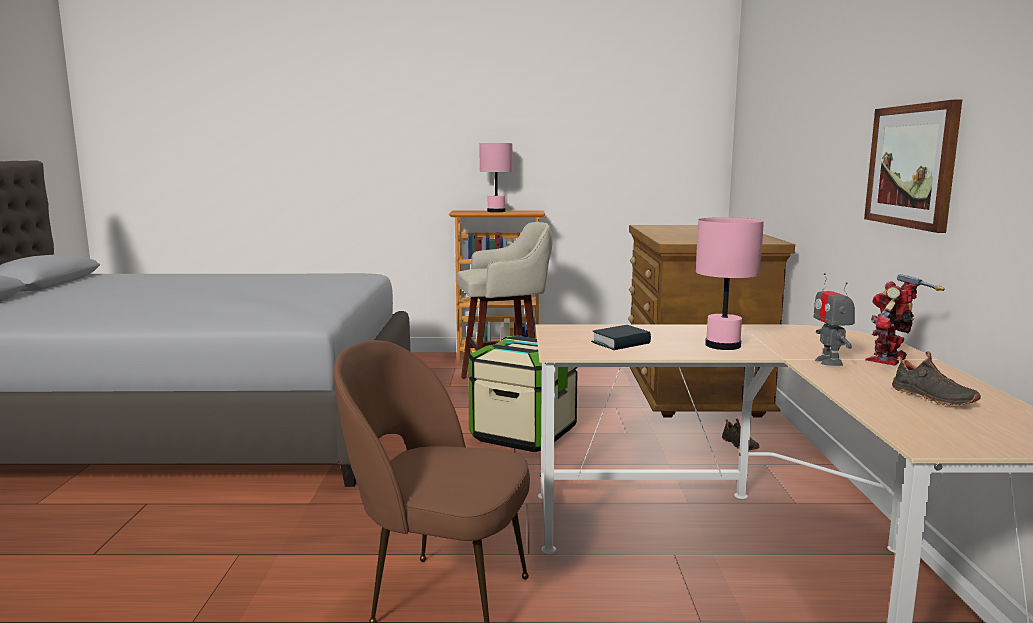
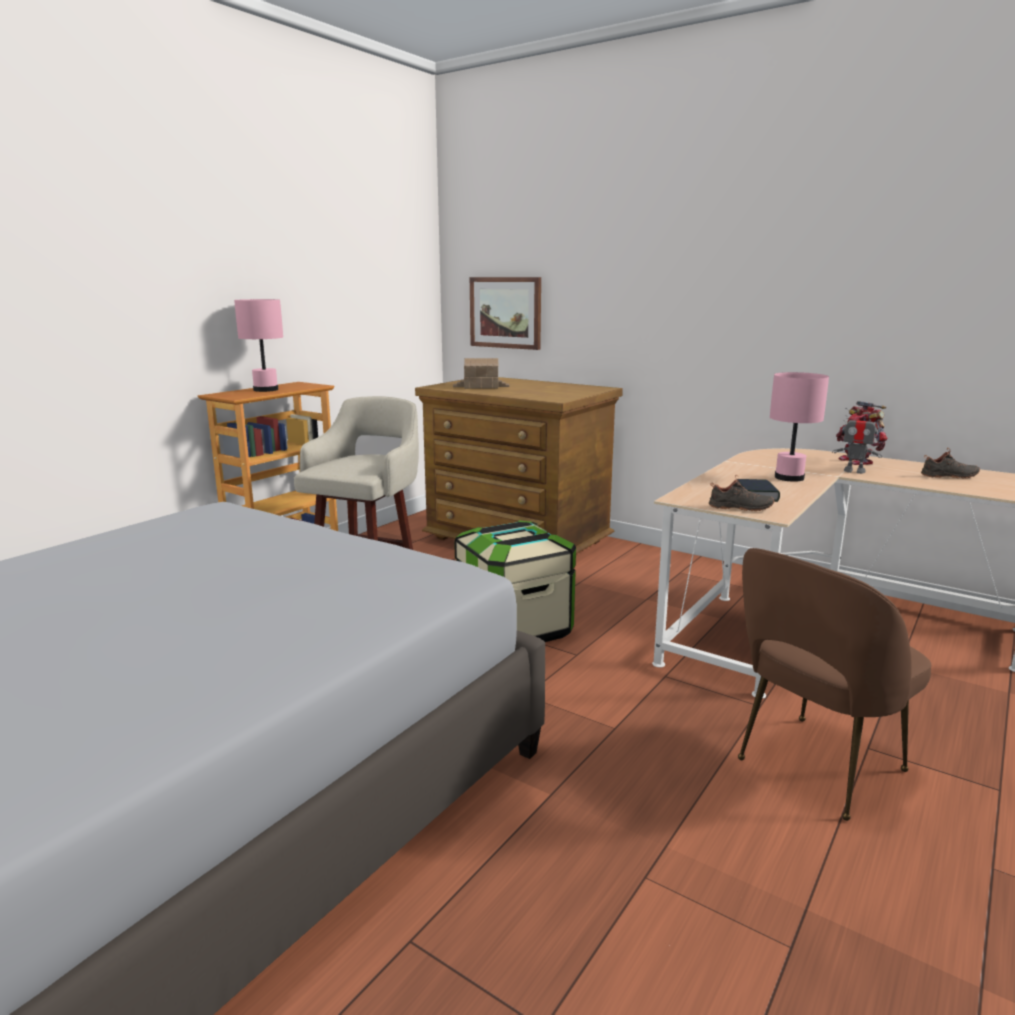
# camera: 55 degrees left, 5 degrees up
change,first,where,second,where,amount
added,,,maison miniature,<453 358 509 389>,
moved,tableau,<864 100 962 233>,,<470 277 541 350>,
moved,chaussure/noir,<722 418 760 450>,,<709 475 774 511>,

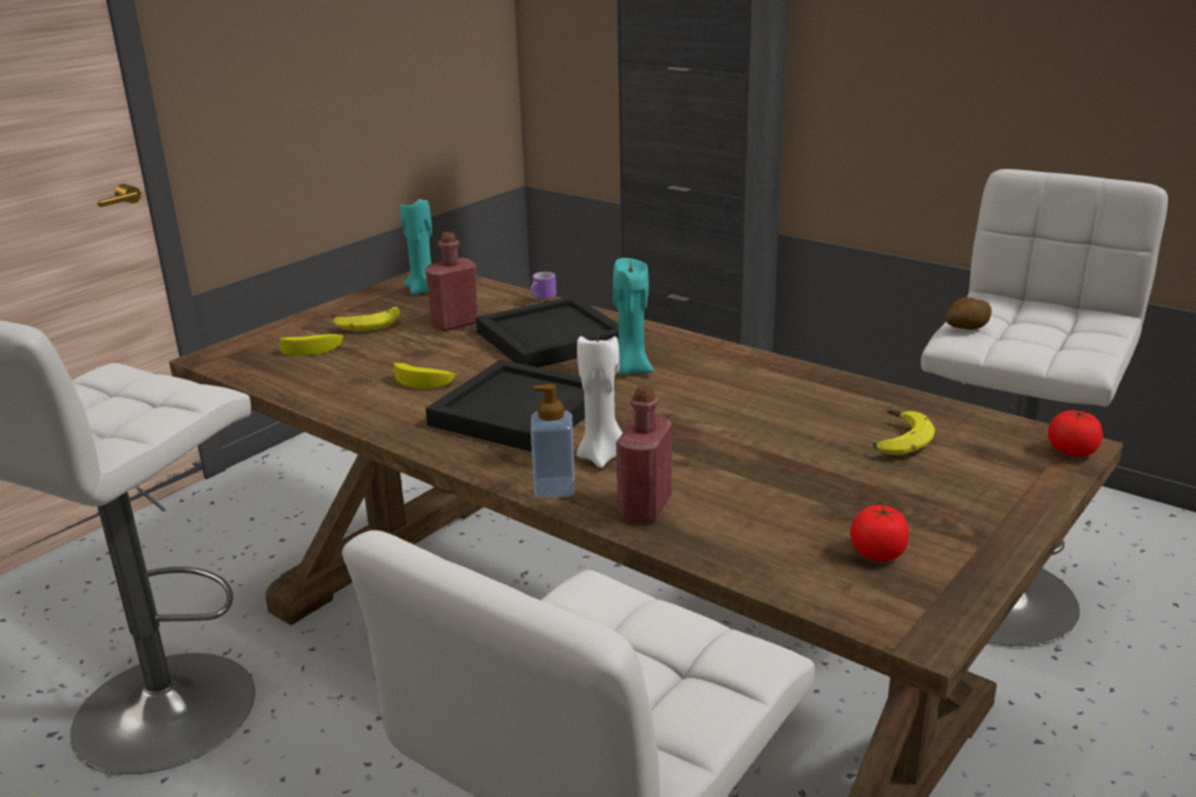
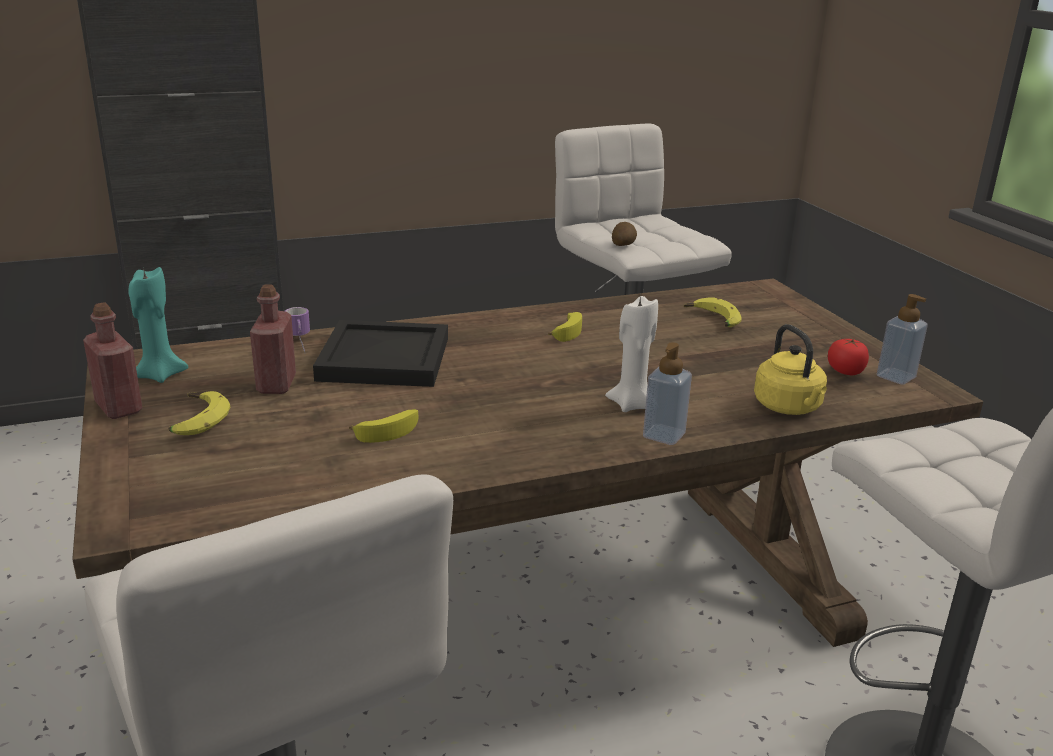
# camera: 60 degrees left, 0 degrees up
change,first,where,second,where,amount
moved,bouteille/rouge,<616 384 672 523>,,<83 302 142 419>,
moved,banane,<279 334 344 356>,,<548 312 582 342>,
added,,,bouilloire/jaune,<754 324 827 415>,
added,,,distributeur de savon,<877 294 928 385>,
removed,plateau/noir,<426 360 585 452>,,,
removed,bougie/turquoise,<613 258 654 375>,,,
removed,tomate,<1048 409 1103 457>,,,

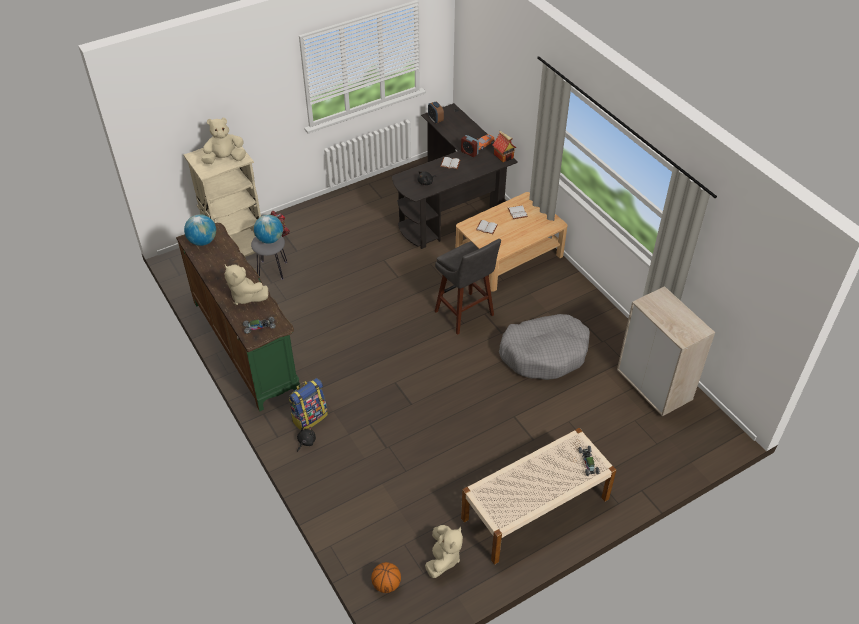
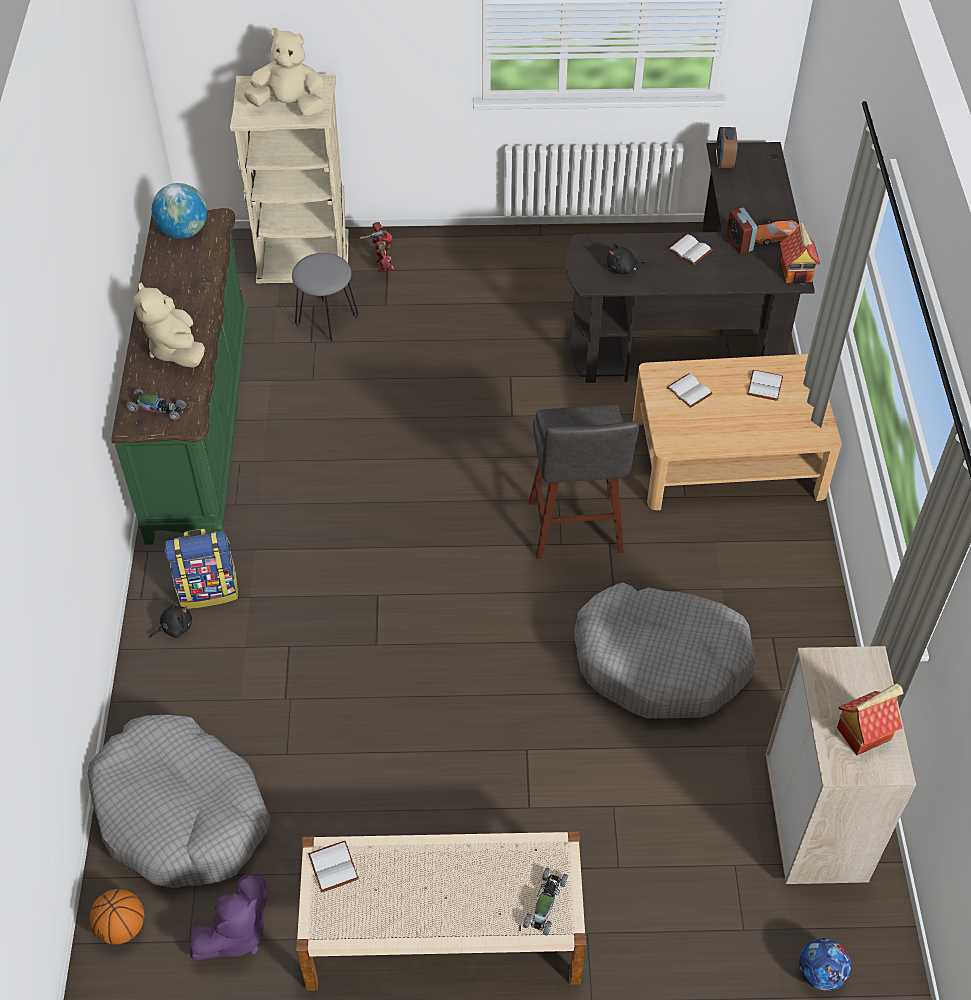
# camera: 30 degrees right, 5 degrees up
change,first,where,second,where,amount
added,,,panier pour chien/gris,<87 715 270 888>,
recoloured,peluche/beige,<425 525 463 578>,peluche/violet,<190 874 267 960>,
added,,,livre/blanc,<308 841 359 893>,
added,,,ballon de foot,<799 938 851 991>,
added,,,maison miniature,<837 683 903 755>,
removed,globe,<254 215 283 244>,,,

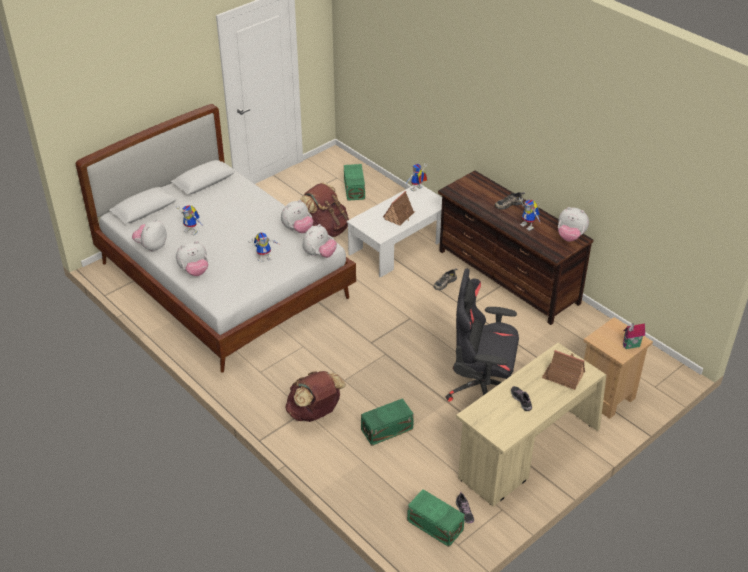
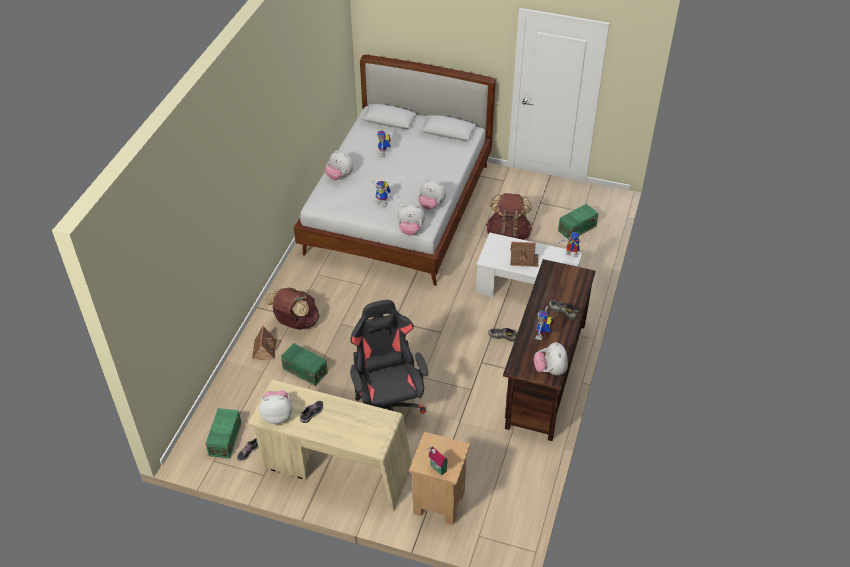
# camera: 60 degrees right, 5 degrees up
change,first,where,second,where,amount
moved,maison miniature,<542 350 585 390>,,<252 325 277 360>,
moved,peluche,<132 219 167 252>,,<259 390 292 424>,

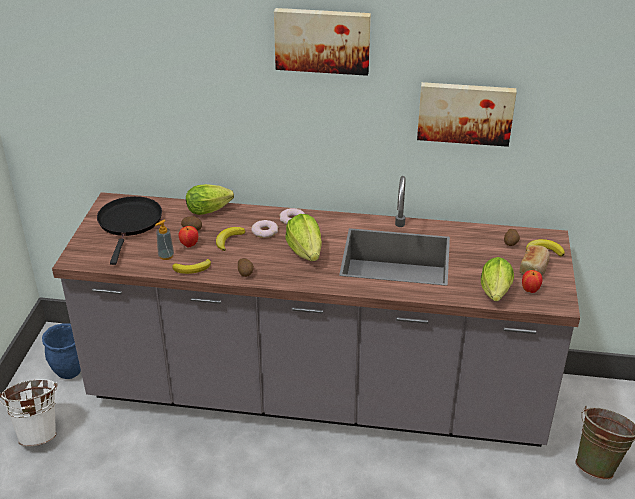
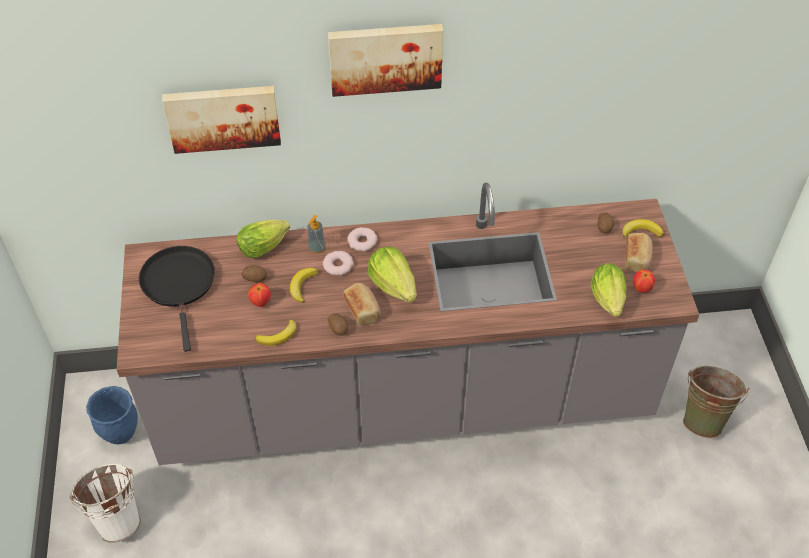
# camera: 15 degrees left, 15 degrees up
change,first,where,second,where,amount
moved,tableau,<417 82 517 147>,,<162 86 281 154>,
moved,distributeur de savon,<155 220 174 260>,,<308 215 326 253>,
added,,,pain,<343 283 381 325>,

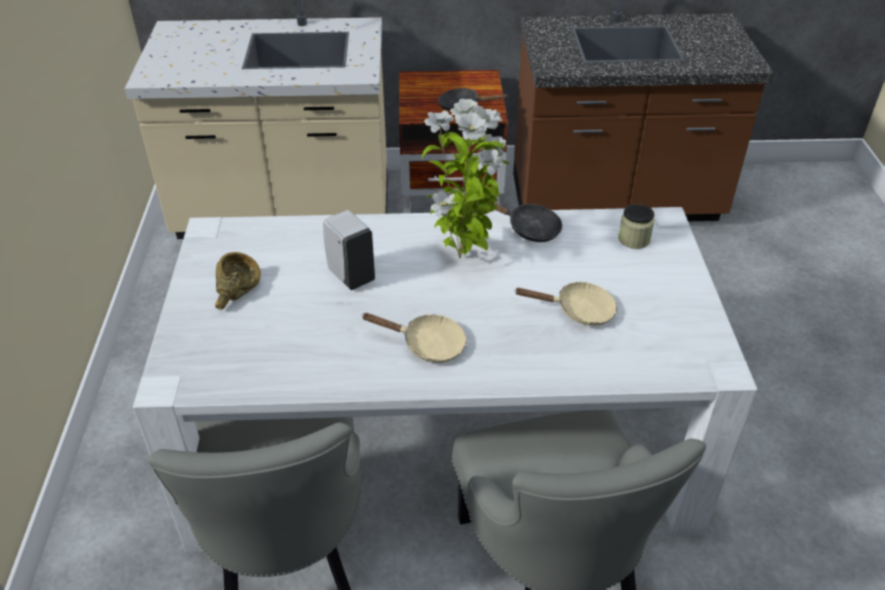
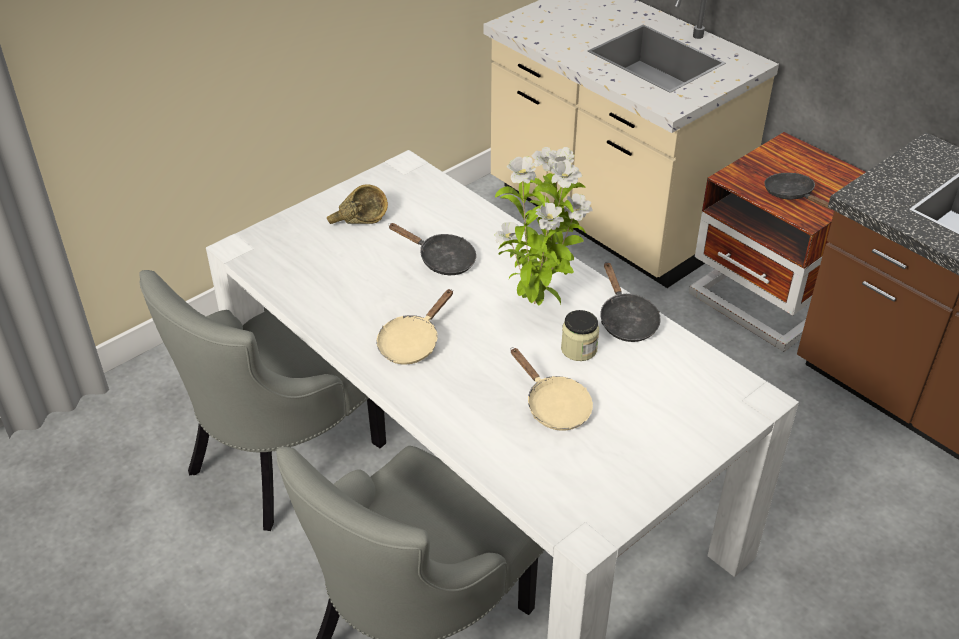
# camera: 50 degrees right, 0 degrees up
change,first,where,second,where,amount
turned,poêle/beige,<361 313 466 363>,,<377 289 453 365>,60 degrees clockwise
replaced,distributeur de savon/blanc,<323 210 375 290>,poêle/noir,<388 223 476 275>,
moved,bocal,<618 204 654 249>,,<561 310 599 361>,

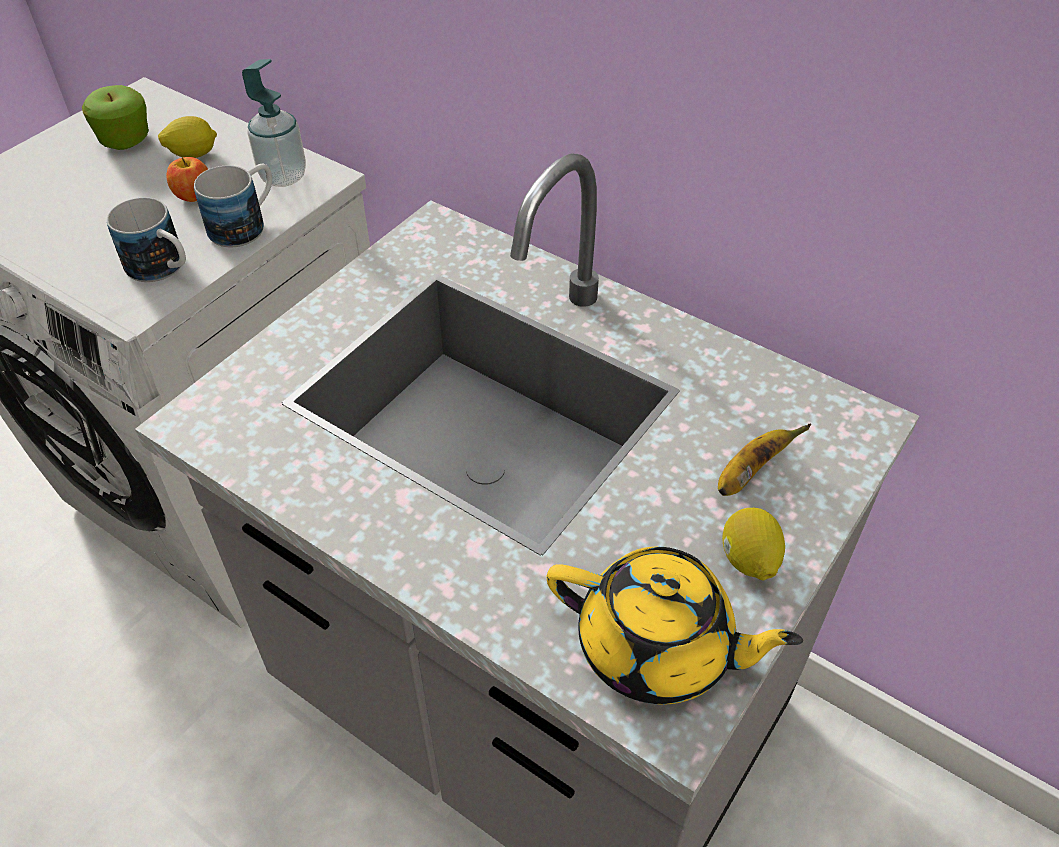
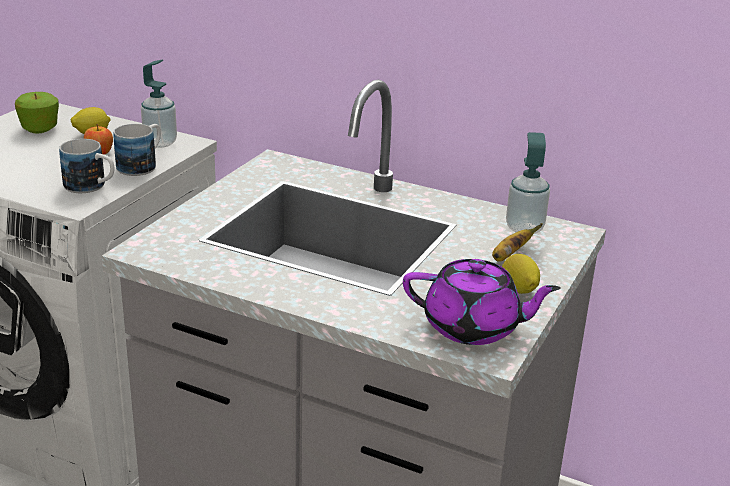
# camera: 10 degrees left, 20 degrees down
change,first,where,second,where,amount
recoloured,théière/jaune,<547 547 803 705>,théière/violet,<403 259 561 345>,
added,,,distributeur de savon,<506 132 550 234>,

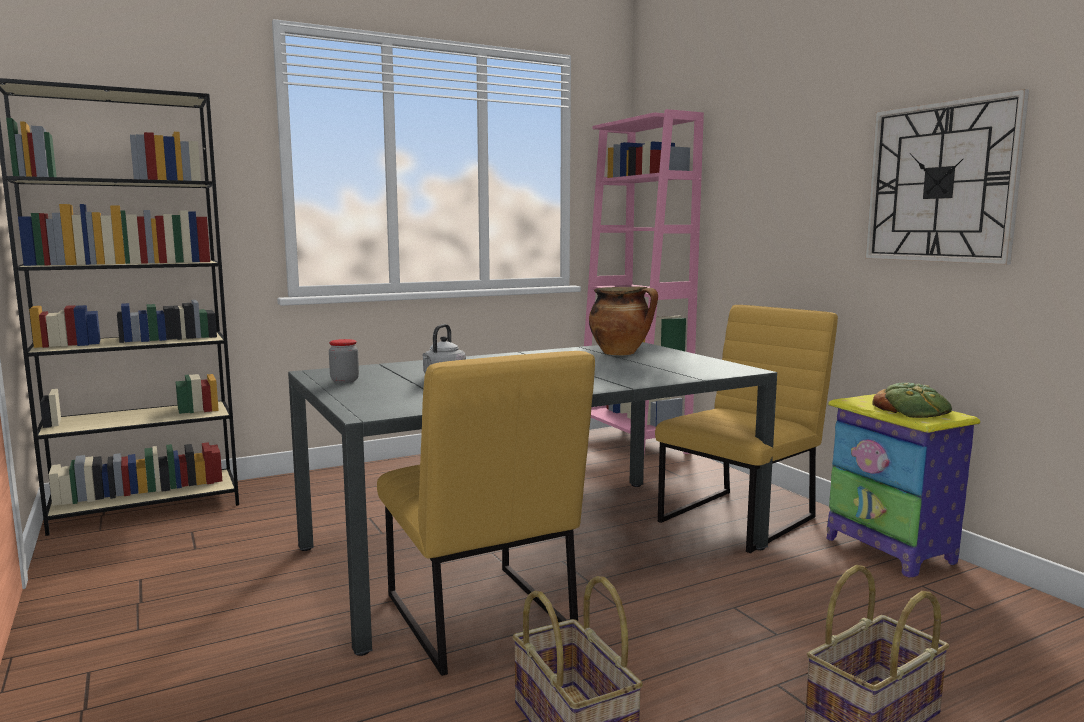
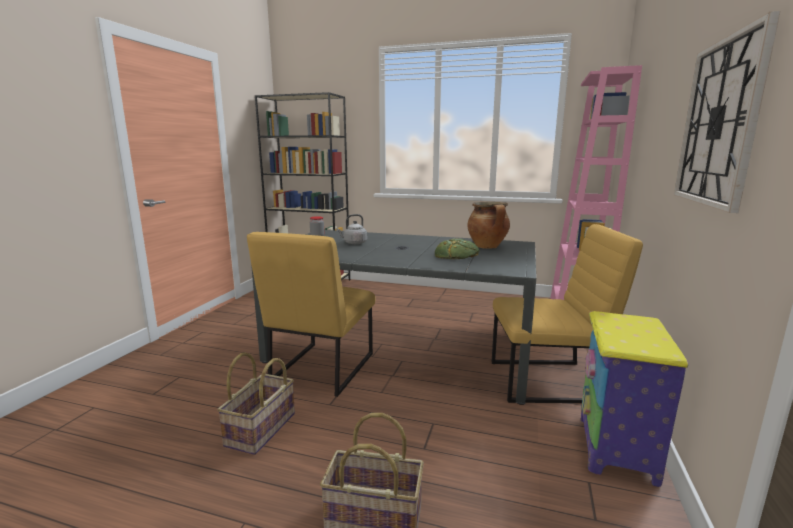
# camera: 45 degrees right, 5 degrees up
change,first,where,second,where,amount
moved,pain,<872 383 952 418>,,<435 238 480 259>,

